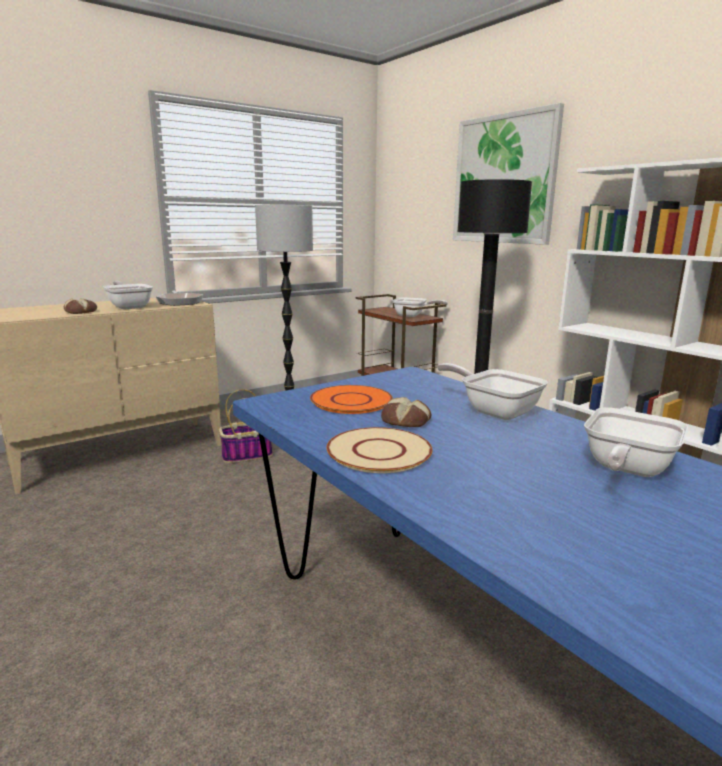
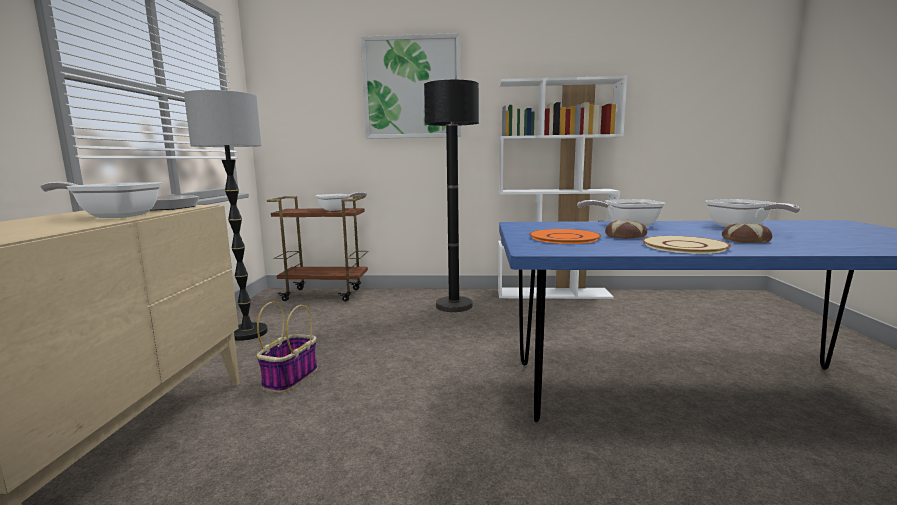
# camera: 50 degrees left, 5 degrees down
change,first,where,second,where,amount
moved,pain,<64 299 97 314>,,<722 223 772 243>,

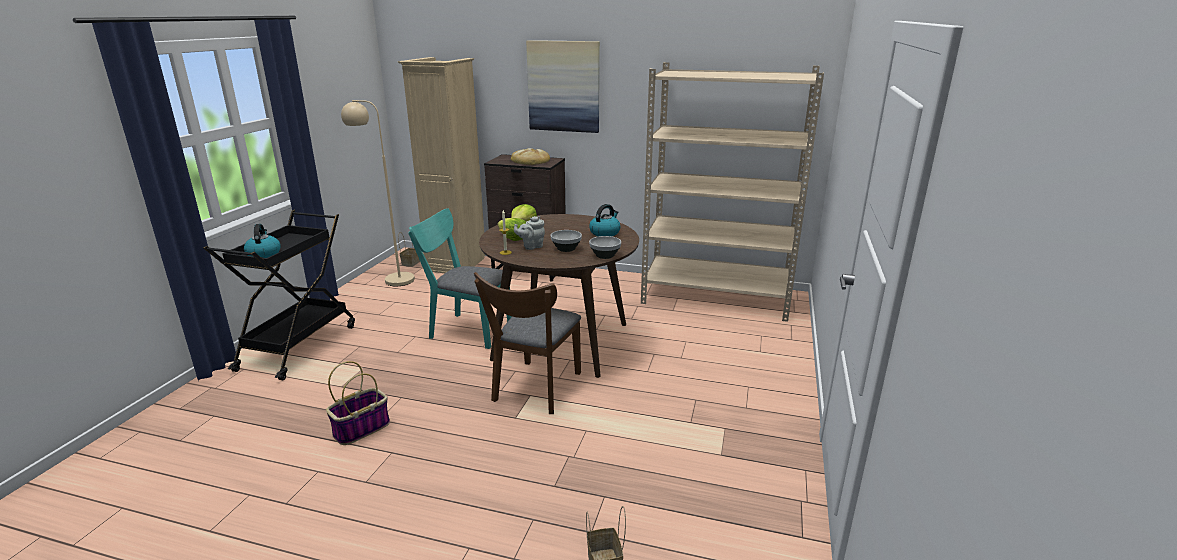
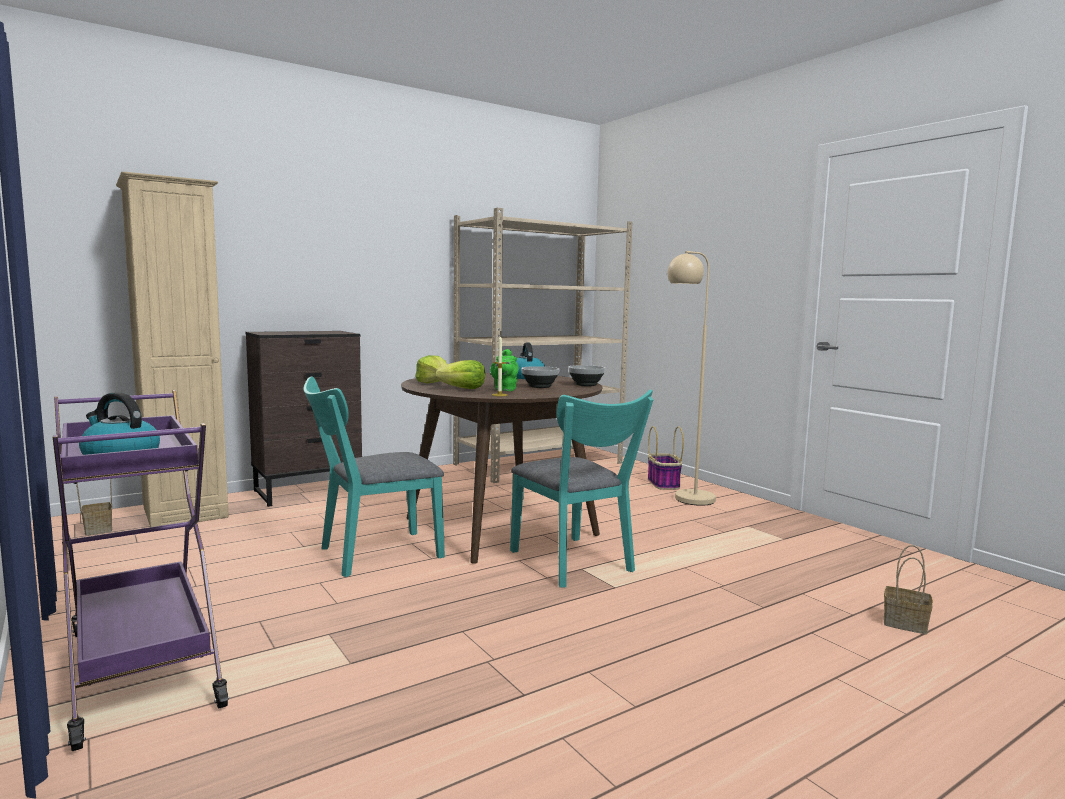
# camera: 50 degrees left, 15 degrees down
change,first,where,second,where,amount
recoloured,chariot/noir,<203 210 355 380>,chariot/violet,<53 390 229 751>,
recoloured,théière/gris,<514 216 545 250>,théière/vert,<490 349 519 391>,
recoloured,chaise/marron,<474 272 581 414>,chaise/turquoise,<510 389 653 587>,
moved,panier,<326 361 390 445>,,<648 426 684 490>,
moved,lampadaire/beige,<341 100 415 286>,,<668 251 716 506>,
removed,pain,<511 148 550 165>,,,
removed,tableau,<526 40 600 133>,,,

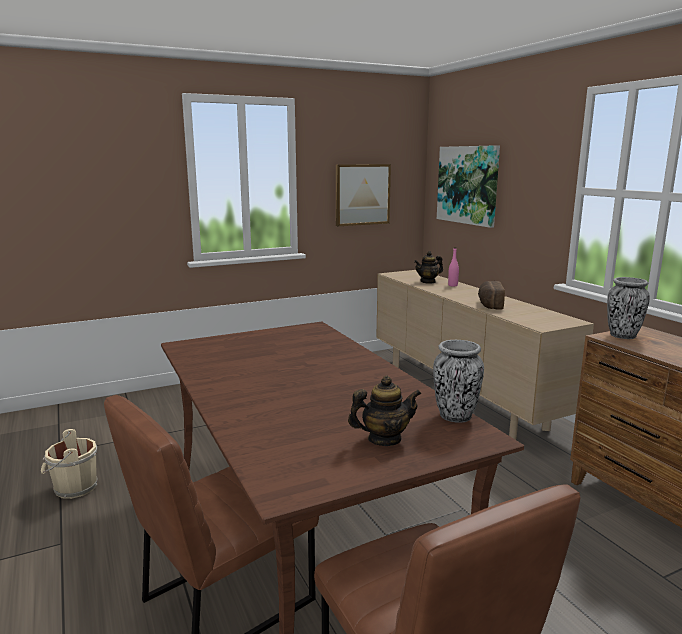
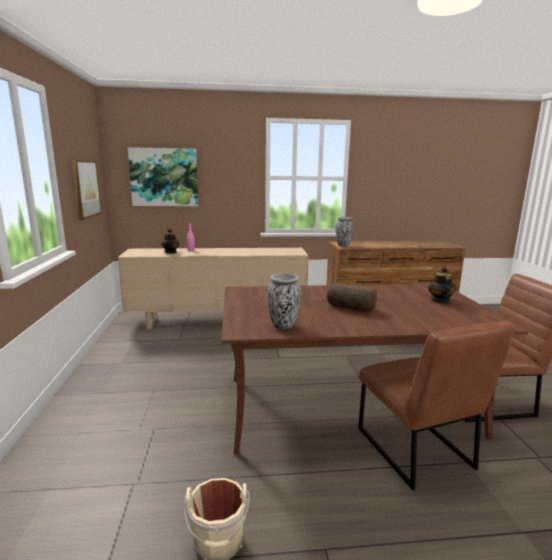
# camera: 70 degrees left, 0 degrees up
change,first,where,second,where,amount
moved,vase,<433 340 484 423>,,<267 273 301 330>,
moved,pain,<478 281 505 310>,,<327 283 377 312>,

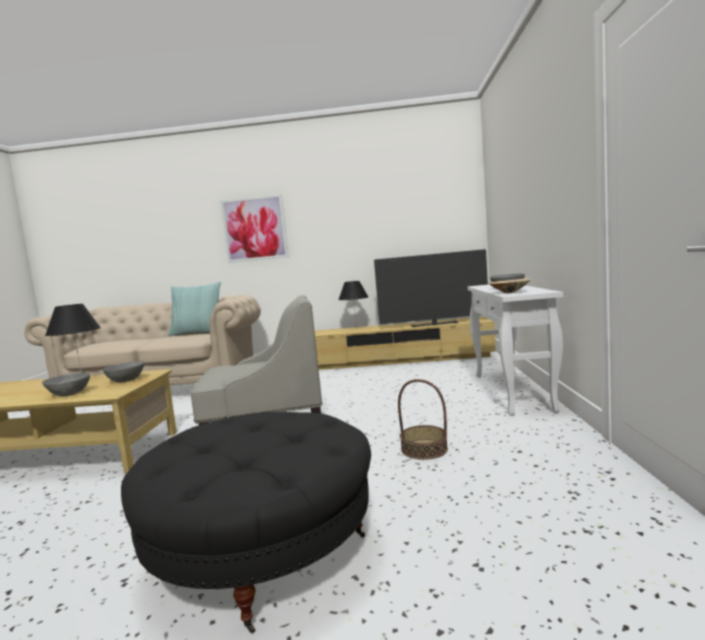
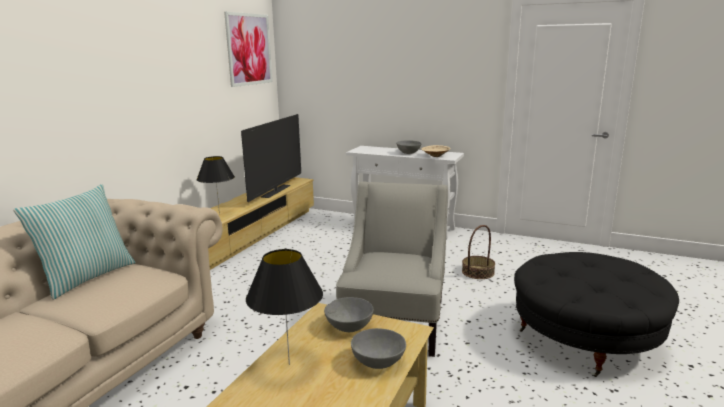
# camera: 70 degrees left, 10 degrees up
change,first,where,second,where,amount
moved,tableau,<220 194 289 263>,,<224 12 272 87>,

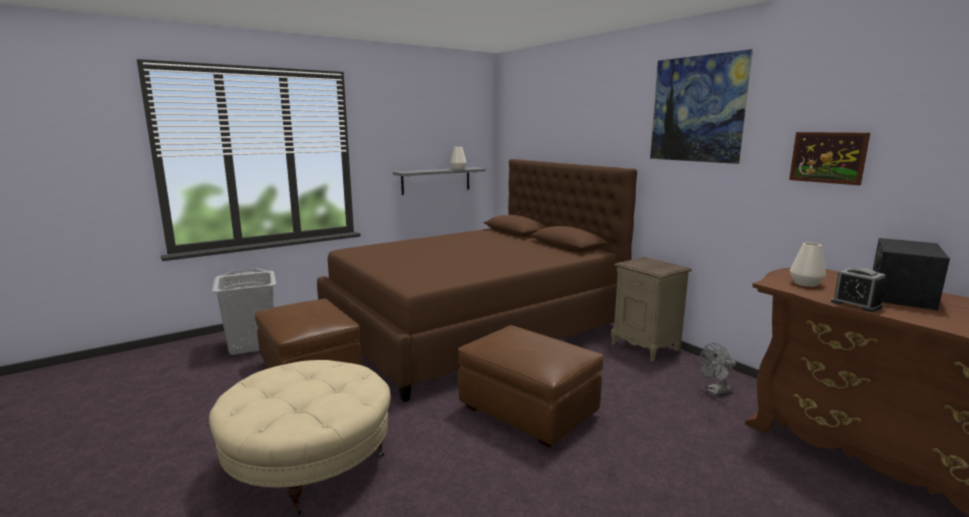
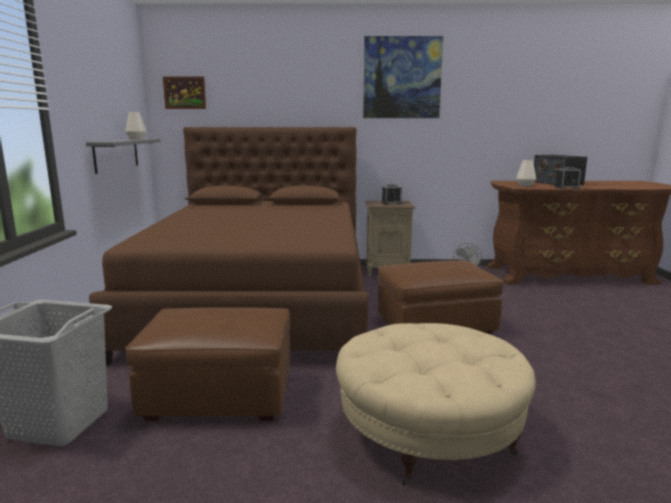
# camera: 55 degrees left, 0 degrees up
change,first,where,second,where,amount
moved,tableau,<789 132 870 185>,,<163 76 206 109>,
added,,,réveil,<381 184 402 205>,

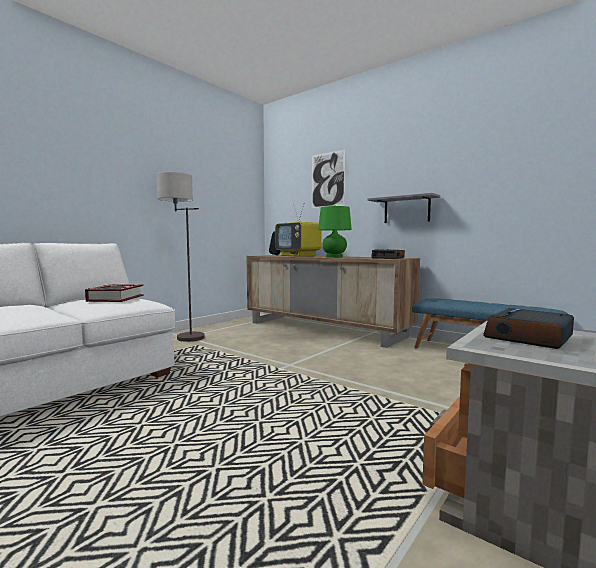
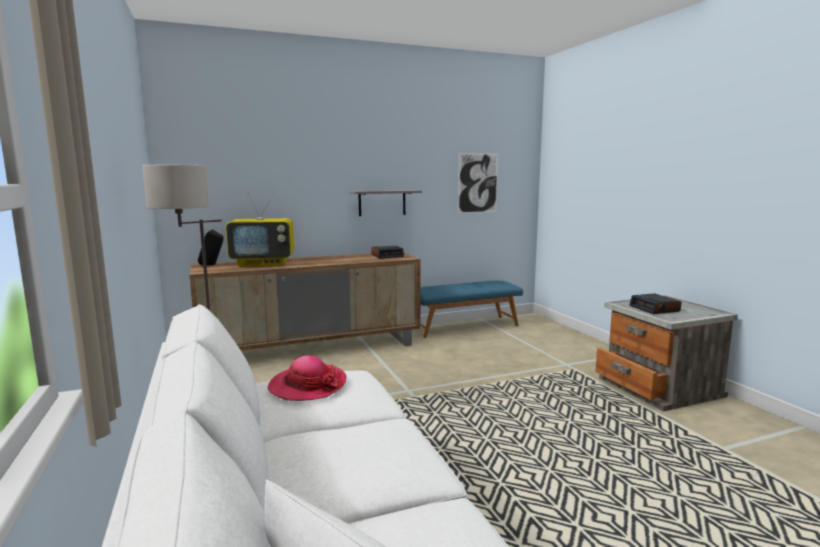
# camera: 60 degrees left, 5 degrees up
change,first,where,second,where,amount
replaced,livre,<85 284 144 302>,chapeau,<268 355 346 401>,
moved,tableau,<312 150 345 208>,,<458 153 498 214>,
removed,lampe de table/vert,<318 205 352 258>,,,

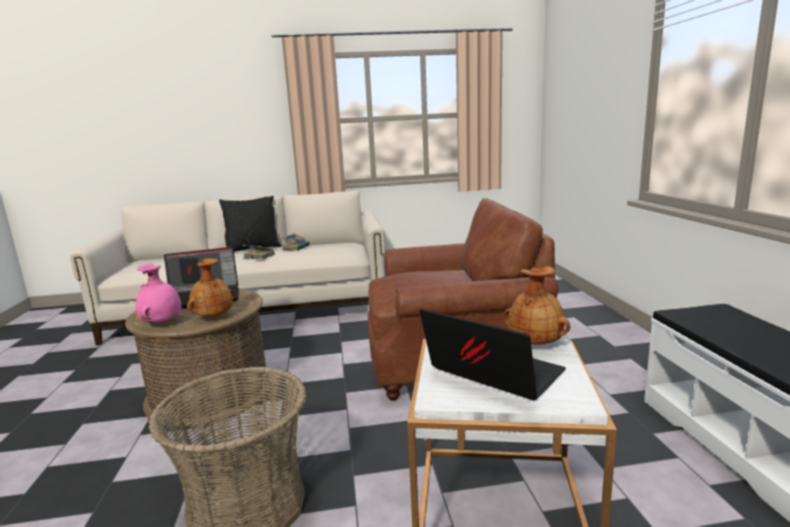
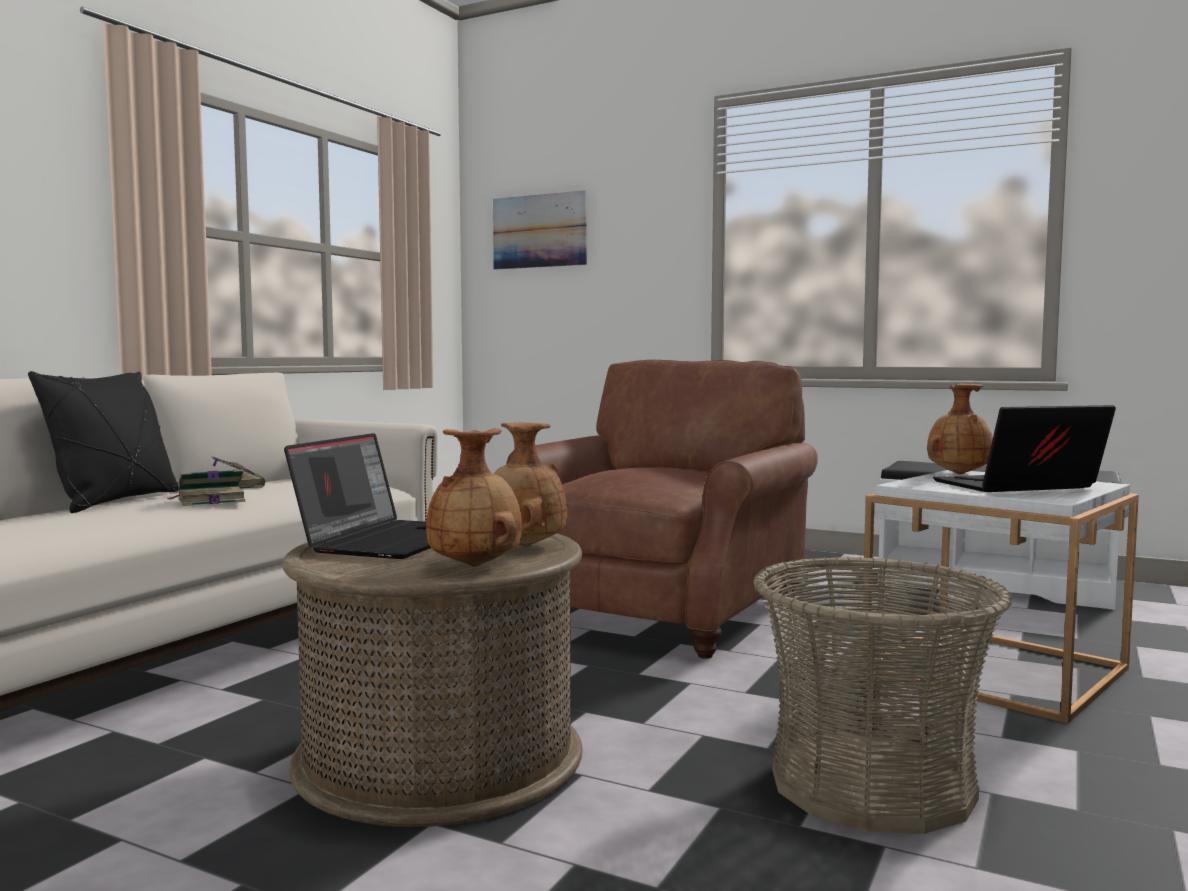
# camera: 55 degrees left, 10 degrees down
change,first,where,second,where,amount
recoloured,vase/rose,<136 264 182 323>,vase/marron,<426 428 522 567>,
added,,,tableau,<493 190 587 270>,

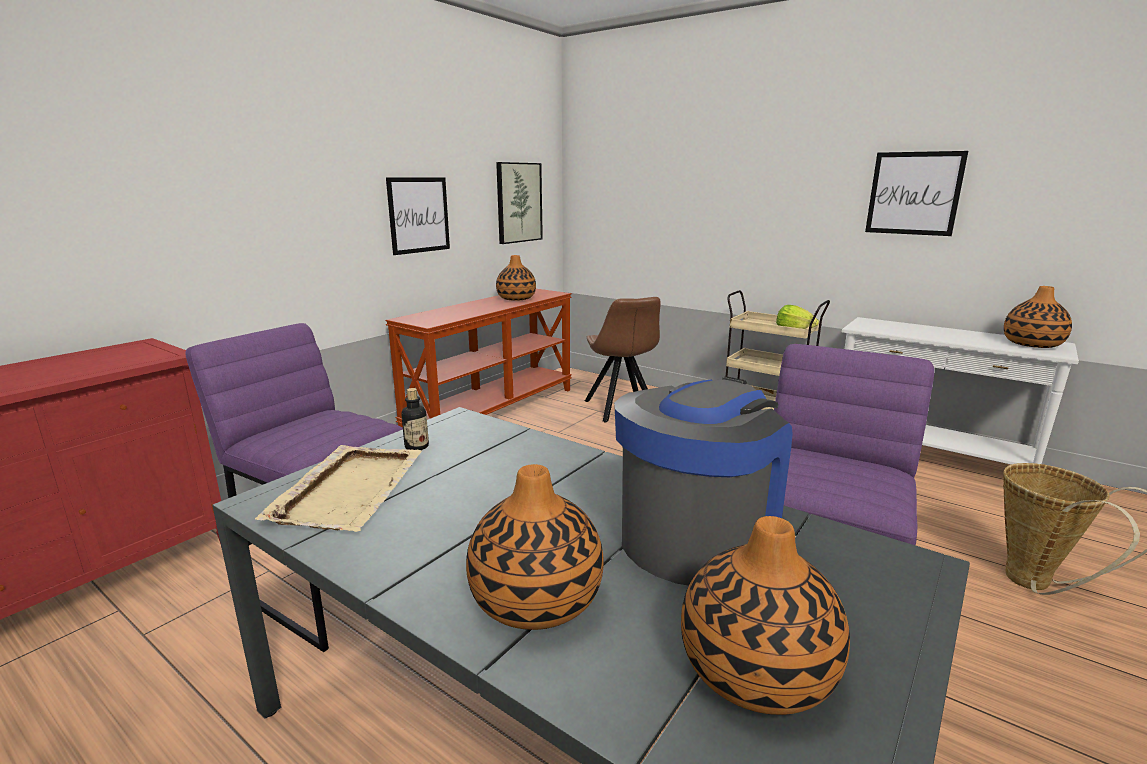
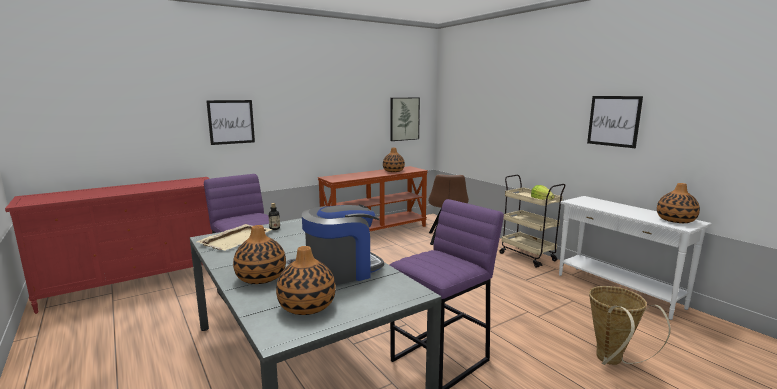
# camera: 20 degrees right, 5 degrees down
change,first,where,second,where,amount
moved,tableau,<386 177 450 255>,,<206 100 255 145>,

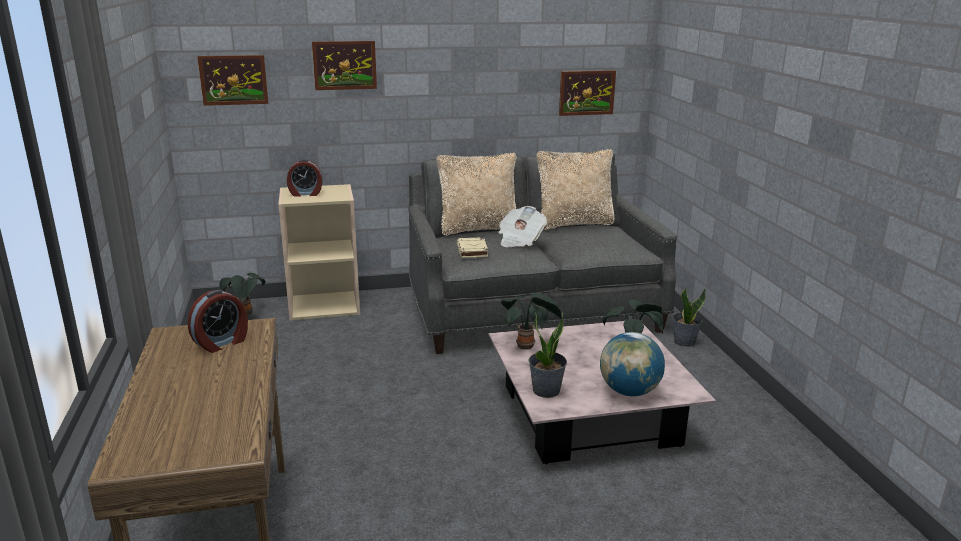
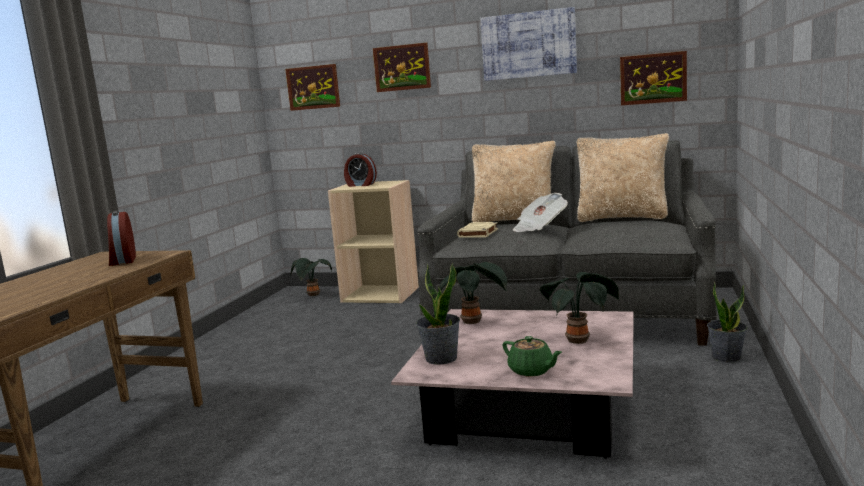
# camera: 30 degrees right, 10 degrees down
change,first,where,second,where,amount
turned,réveil,<188 290 248 353>,,<107 211 136 266>,90 degrees clockwise
added,,,tableau,<480 7 577 81>,
replaced,globe,<600 332 665 396>,théière/vert,<502 336 562 376>,

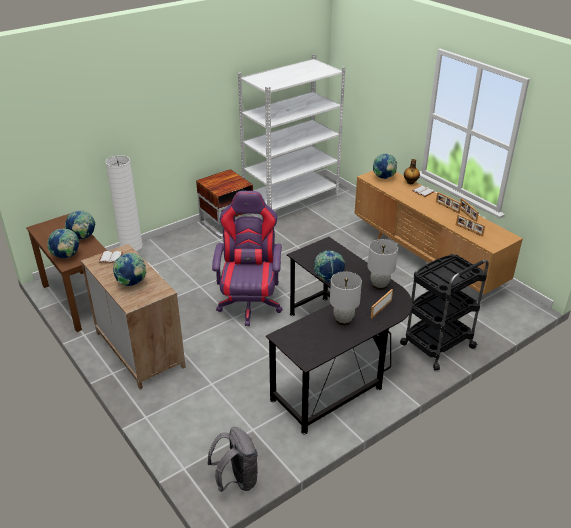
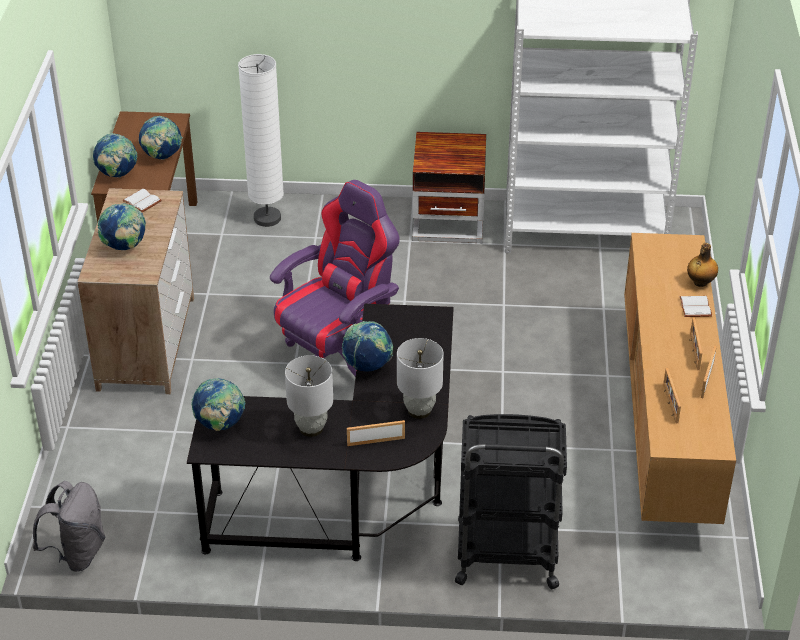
# camera: 40 degrees right, 5 degrees up
change,first,where,second,where,amount
moved,globe,<373 154 397 179>,,<191 378 246 431>,

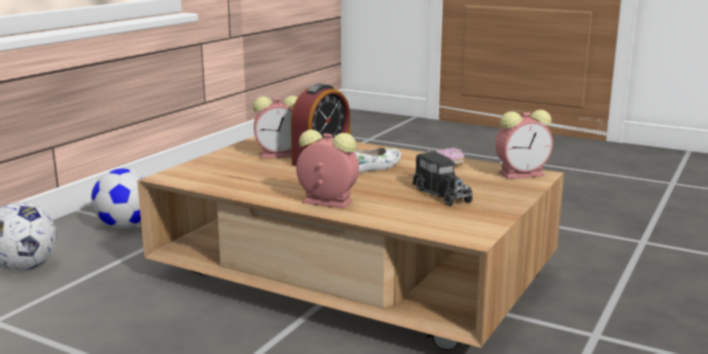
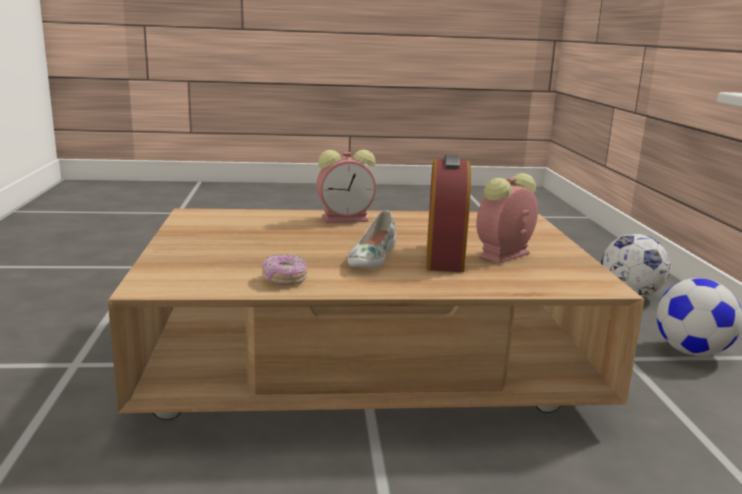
# camera: 145 degrees right, 0 degrees up
change,first,where,second,where,amount
removed,camion jouet,<413 149 473 206>,,,
removed,réveil,<495 110 553 179>,,,

